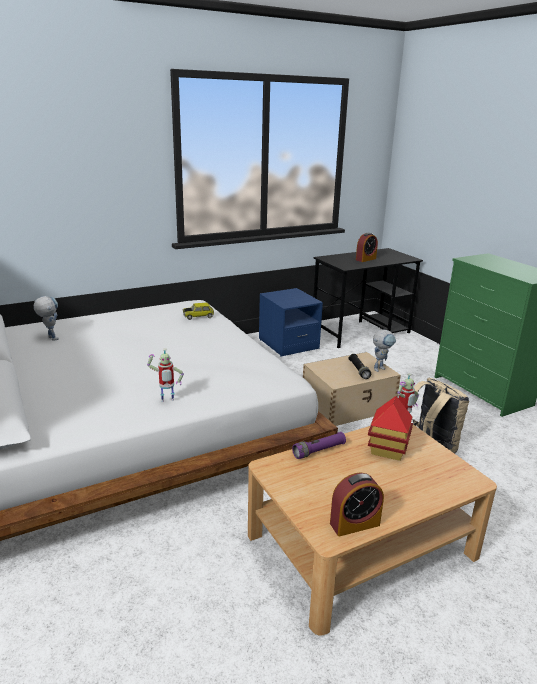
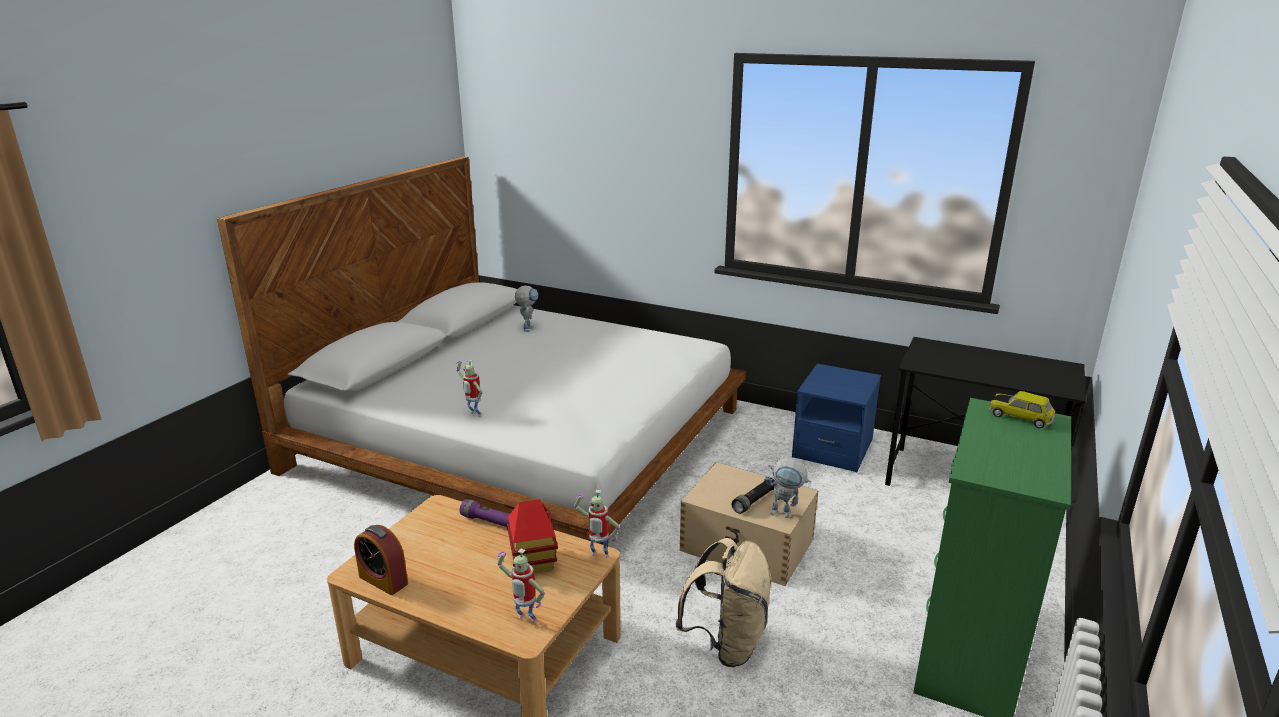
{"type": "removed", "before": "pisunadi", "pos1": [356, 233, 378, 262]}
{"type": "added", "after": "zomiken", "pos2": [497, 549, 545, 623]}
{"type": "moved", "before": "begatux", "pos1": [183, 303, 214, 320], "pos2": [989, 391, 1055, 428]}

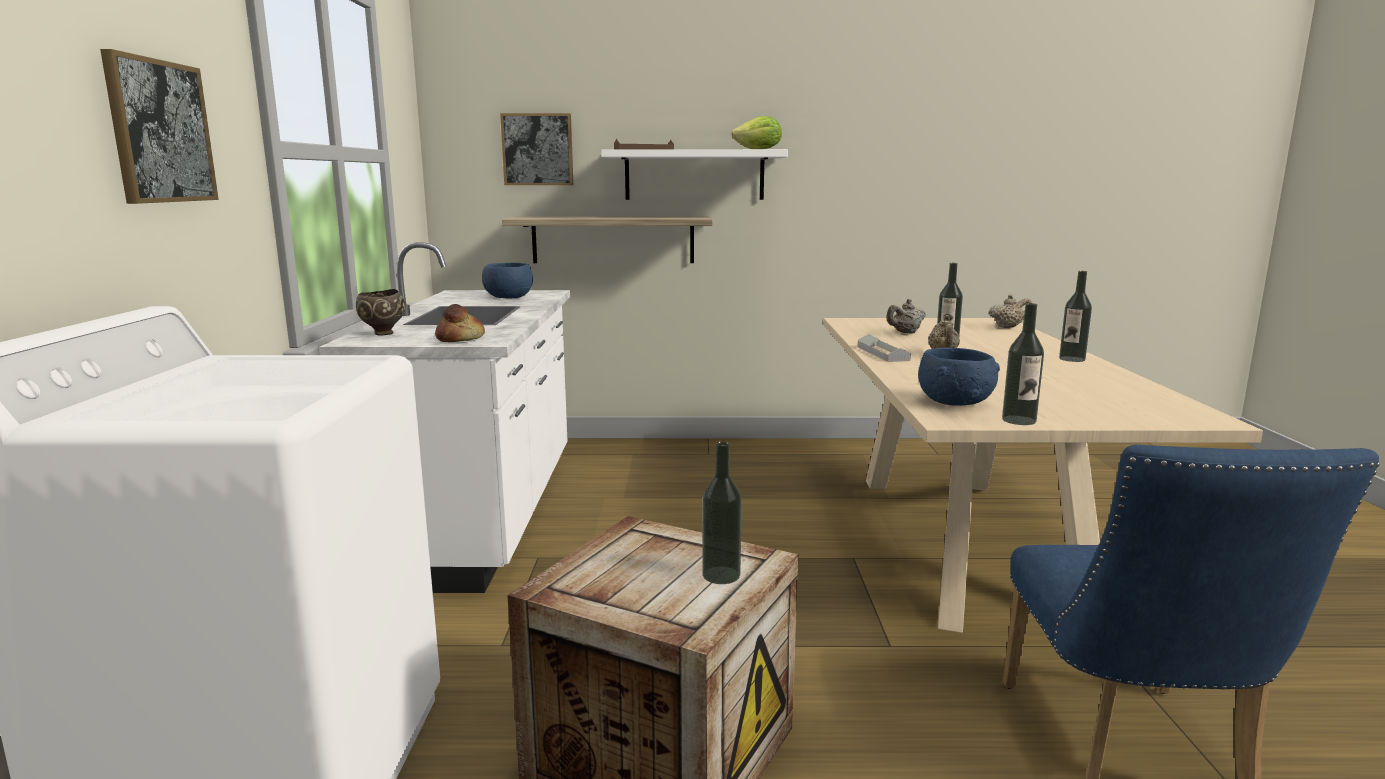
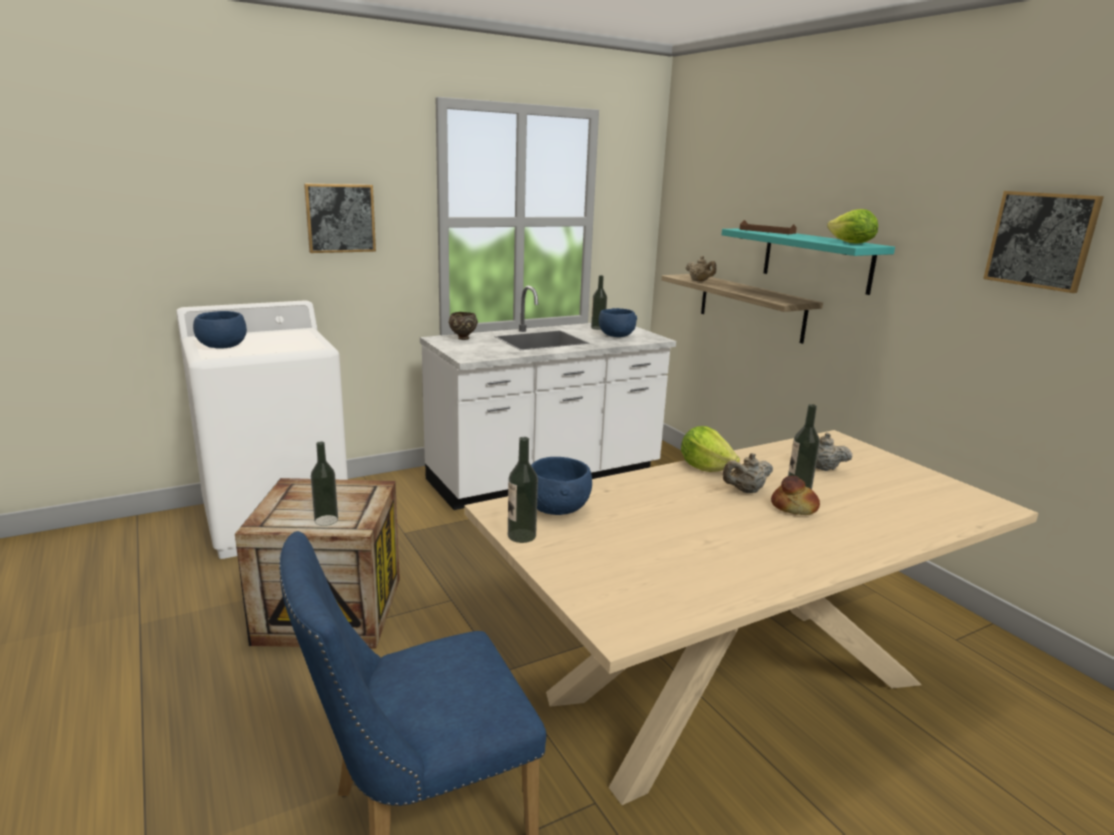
{"type": "added", "after": "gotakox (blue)", "pos2": [193, 311, 247, 349]}
{"type": "moved", "before": "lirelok", "pos1": [435, 304, 485, 342], "pos2": [771, 476, 820, 515]}
{"type": "moved", "before": "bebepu", "pos1": [500, 113, 573, 185], "pos2": [983, 191, 1104, 293]}
{"type": "moved", "before": "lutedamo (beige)", "pos1": [989, 294, 1032, 328], "pos2": [686, 256, 717, 281]}
{"type": "moved", "before": "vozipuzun", "pos1": [1059, 271, 1092, 362], "pos2": [591, 275, 607, 330]}
{"type": "replaced", "before": "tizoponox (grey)", "after": "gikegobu", "pos1": [858, 334, 911, 362], "pos2": [681, 426, 740, 472]}
{"type": "recoloured", "before": "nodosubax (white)", "after": "nodosubax (turquoise)", "pos1": [601, 149, 788, 200], "pos2": [722, 229, 895, 295]}

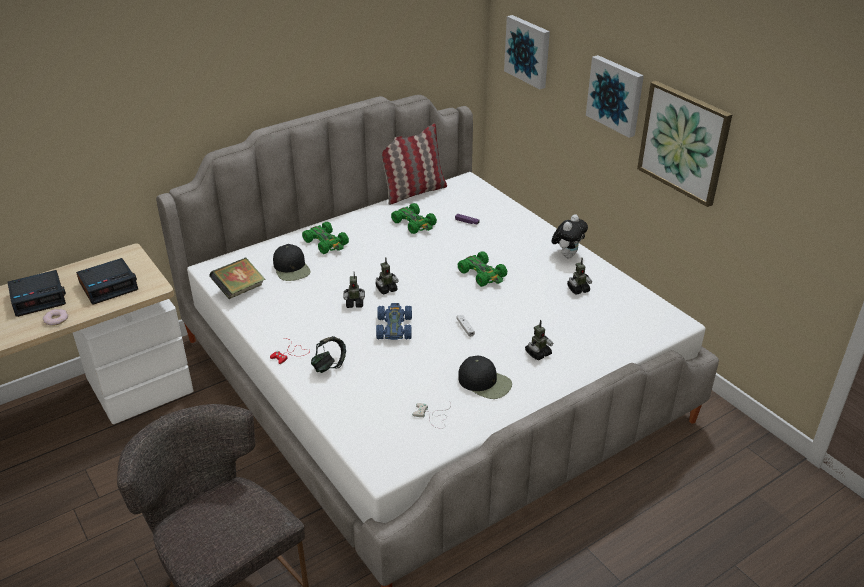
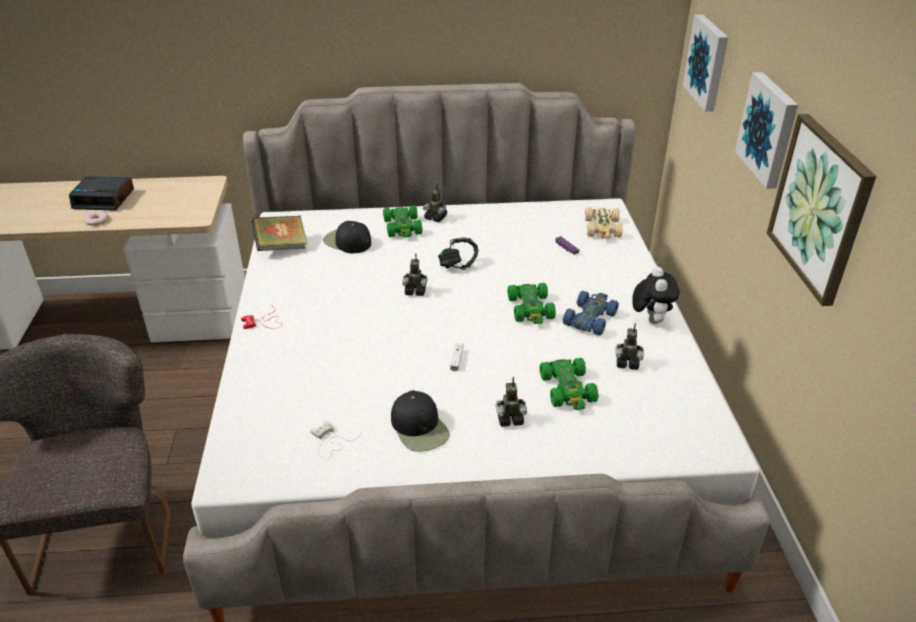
{"type": "removed", "before": "pisunadi", "pos1": [76, 258, 138, 304]}
{"type": "removed", "before": "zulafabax", "pos1": [382, 123, 447, 205]}
{"type": "added", "after": "begatux (beige)", "pos2": [585, 207, 623, 239]}
{"type": "moved", "before": "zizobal", "pos1": [311, 336, 346, 373], "pos2": [438, 238, 478, 270]}
{"type": "moved", "before": "zomiken", "pos1": [343, 273, 365, 308], "pos2": [423, 184, 447, 222]}
{"type": "moved", "before": "begatux (blue)", "pos1": [376, 303, 412, 340], "pos2": [563, 291, 619, 336]}
{"type": "moved", "before": "begatux (green)", "pos1": [391, 203, 437, 234], "pos2": [539, 358, 599, 410]}
{"type": "turned", "before": "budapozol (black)", "pos1": [273, 244, 311, 281], "pos2": [323, 221, 371, 253], "turn": 120}
{"type": "turned", "before": "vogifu", "pos1": [551, 214, 588, 258], "pos2": [632, 267, 680, 324], "turn": -60}

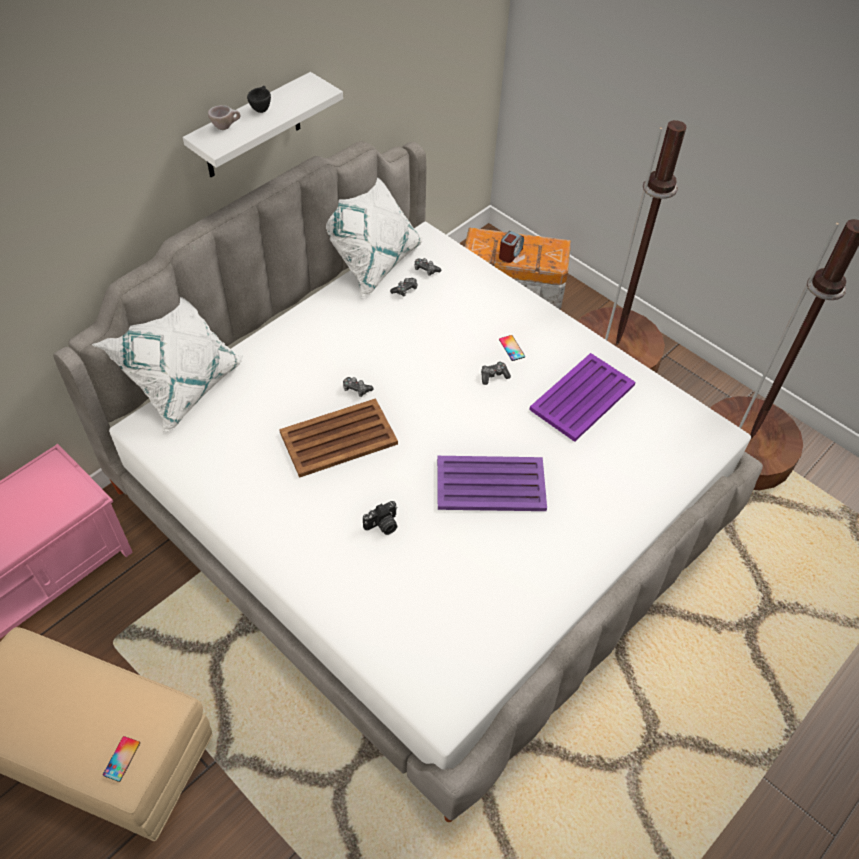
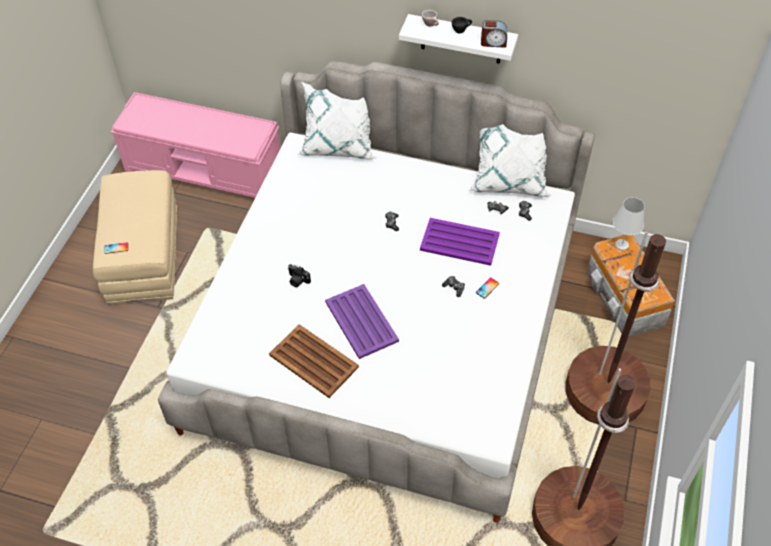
{"type": "added", "after": "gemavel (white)", "pos2": [613, 197, 645, 250]}
{"type": "moved", "before": "tizoponox (brown)", "pos1": [279, 398, 398, 478], "pos2": [269, 324, 359, 398]}
{"type": "moved", "before": "pisunadi", "pos1": [499, 231, 524, 263], "pos2": [481, 20, 507, 48]}
{"type": "moved", "before": "tizoponox (purple)", "pos1": [529, 353, 636, 442], "pos2": [420, 218, 500, 266]}

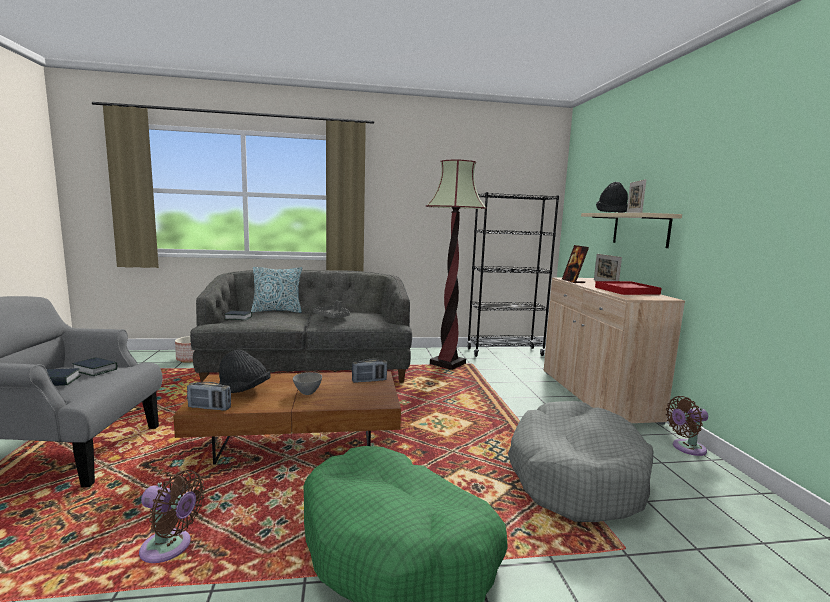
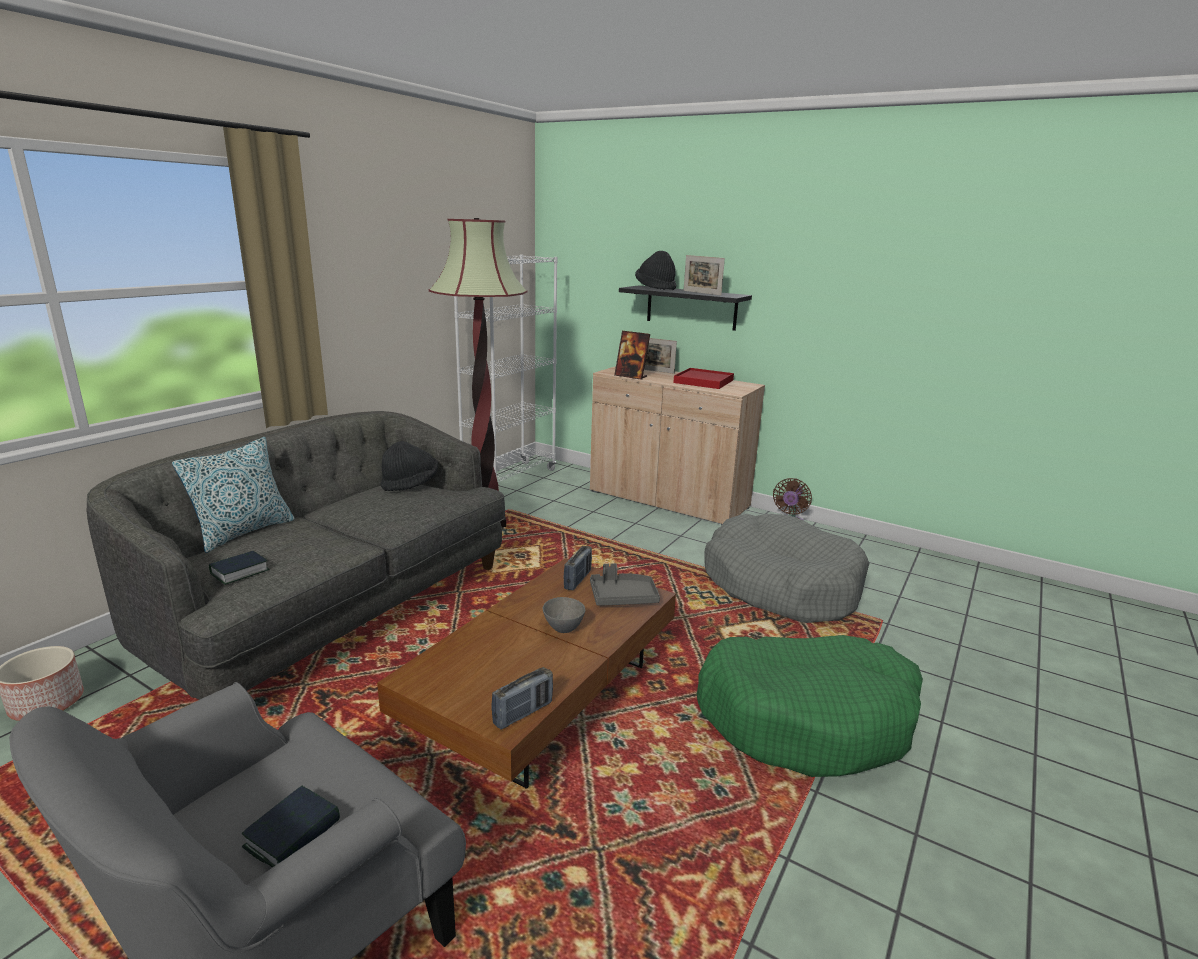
{"type": "removed", "before": "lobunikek", "pos1": [72, 357, 118, 376]}
{"type": "removed", "before": "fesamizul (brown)", "pos1": [139, 470, 205, 563]}
{"type": "moved", "before": "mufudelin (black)", "pos1": [219, 350, 271, 393], "pos2": [381, 441, 438, 491]}
{"type": "moved", "before": "tizoponox (grey)", "pos1": [313, 301, 350, 318], "pos2": [590, 563, 660, 606]}
{"type": "recoloured", "before": "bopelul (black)", "after": "bopelul (white)", "pos1": [467, 192, 559, 357], "pos2": [454, 254, 557, 482]}
{"type": "recoloured", "before": "nodosubax (beige)", "after": "nodosubax (black)", "pos1": [581, 213, 682, 248], "pos2": [619, 285, 752, 331]}

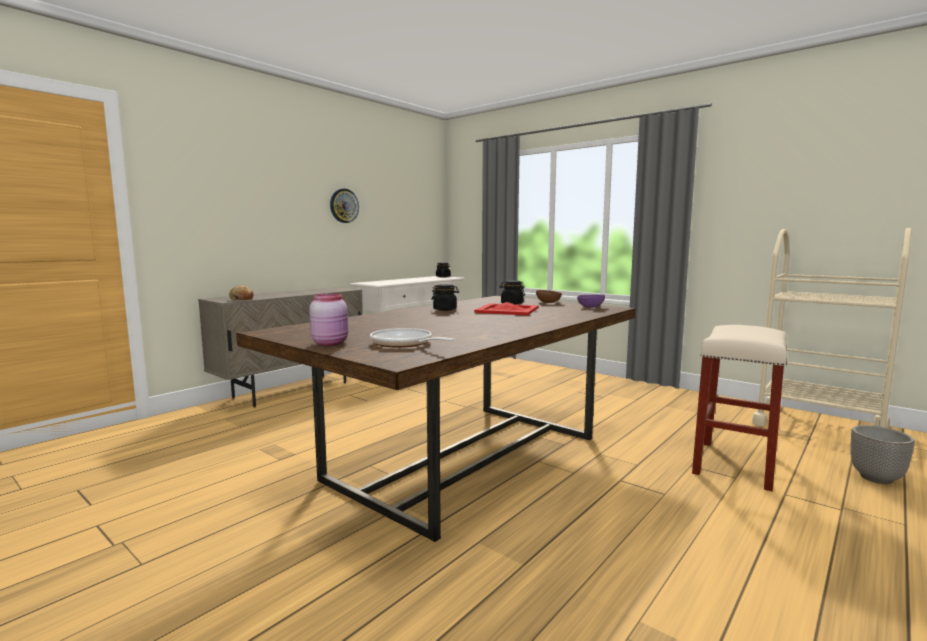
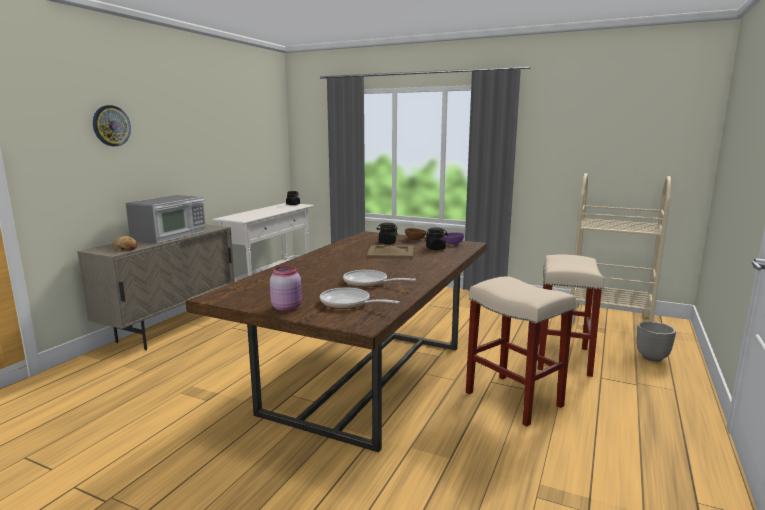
{"type": "added", "after": "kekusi", "pos2": [125, 195, 206, 244]}
{"type": "added", "after": "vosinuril", "pos2": [343, 270, 416, 287]}
{"type": "added", "after": "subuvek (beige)", "pos2": [466, 277, 576, 426]}
{"type": "moved", "before": "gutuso", "pos1": [330, 189, 359, 223], "pos2": [93, 105, 131, 146]}
{"type": "moved", "before": "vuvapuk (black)", "pos1": [431, 284, 459, 311], "pos2": [425, 228, 448, 250]}
{"type": "recoloured", "before": "tizoponox (red)", "after": "tizoponox (beige)", "pos1": [474, 302, 539, 315], "pos2": [367, 245, 413, 258]}

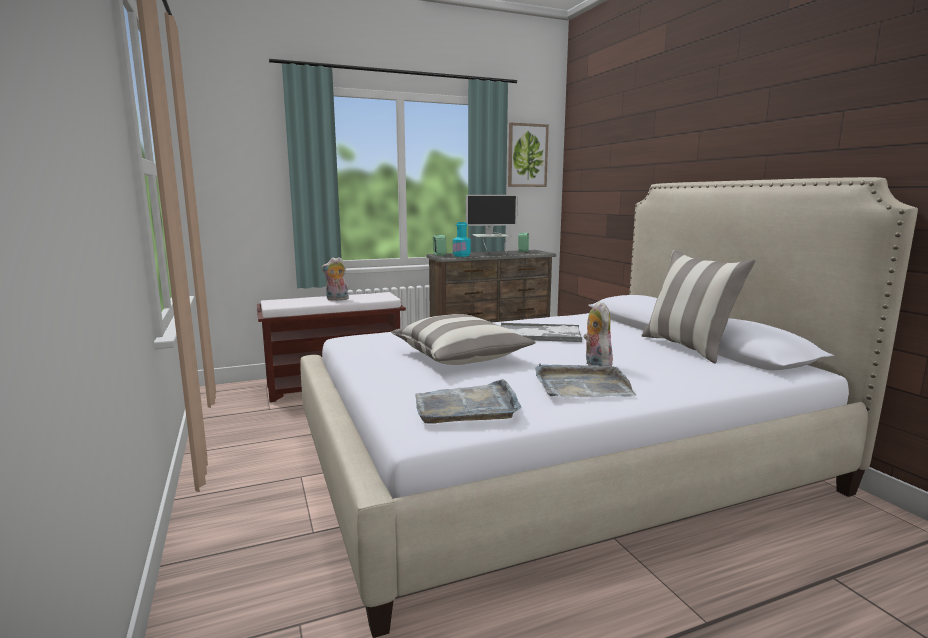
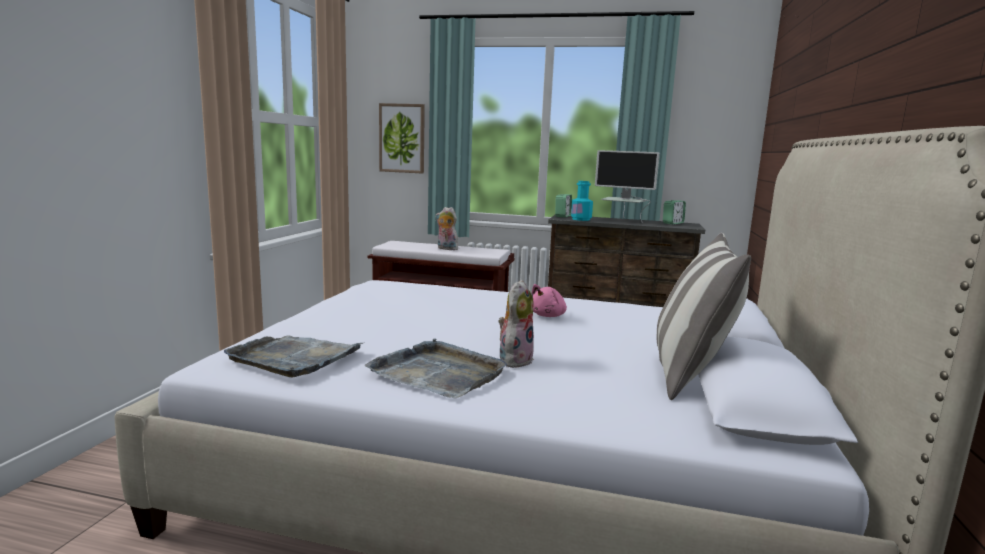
{"type": "removed", "before": "zulafabax", "pos1": [391, 314, 536, 365]}
{"type": "moved", "before": "bebepu", "pos1": [508, 122, 549, 187], "pos2": [379, 103, 425, 174]}
{"type": "replaced", "before": "tizoponox", "after": "vogifu (pink)", "pos1": [501, 323, 582, 342], "pos2": [532, 284, 567, 317]}

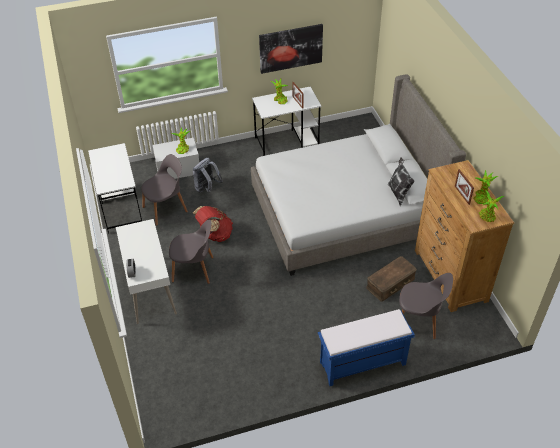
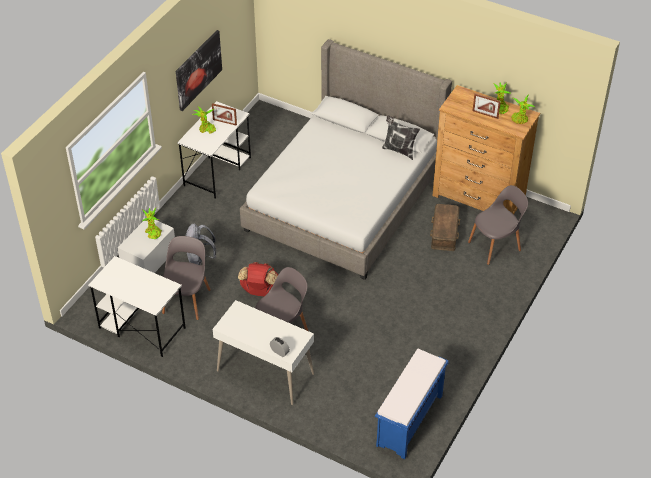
{"type": "moved", "before": "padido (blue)", "pos1": [318, 309, 415, 386], "pos2": [375, 349, 449, 459]}

